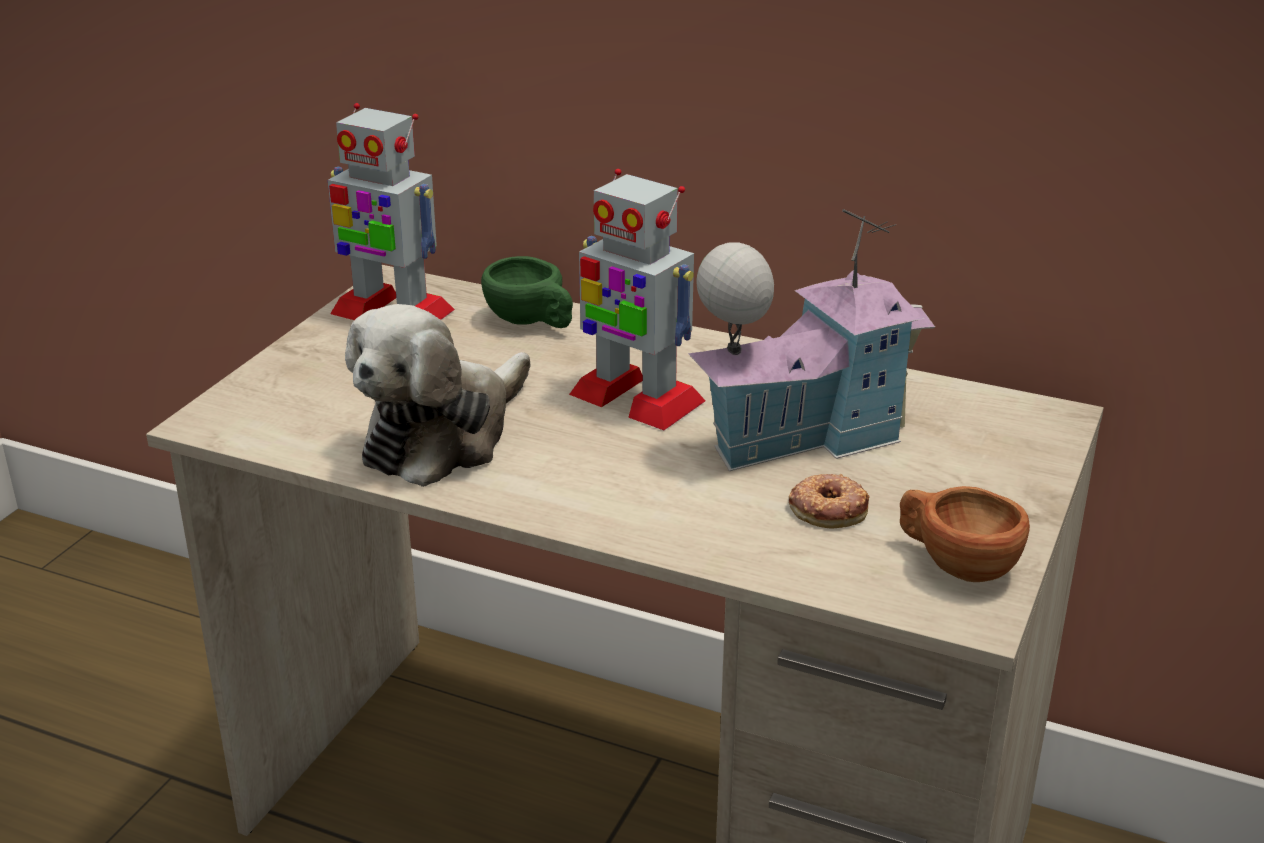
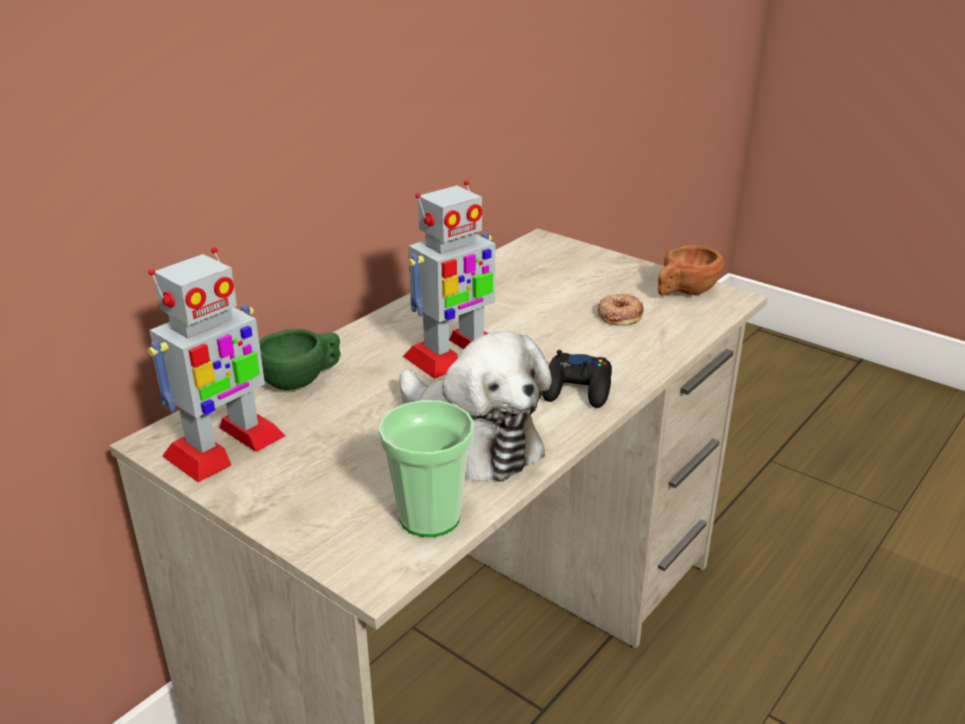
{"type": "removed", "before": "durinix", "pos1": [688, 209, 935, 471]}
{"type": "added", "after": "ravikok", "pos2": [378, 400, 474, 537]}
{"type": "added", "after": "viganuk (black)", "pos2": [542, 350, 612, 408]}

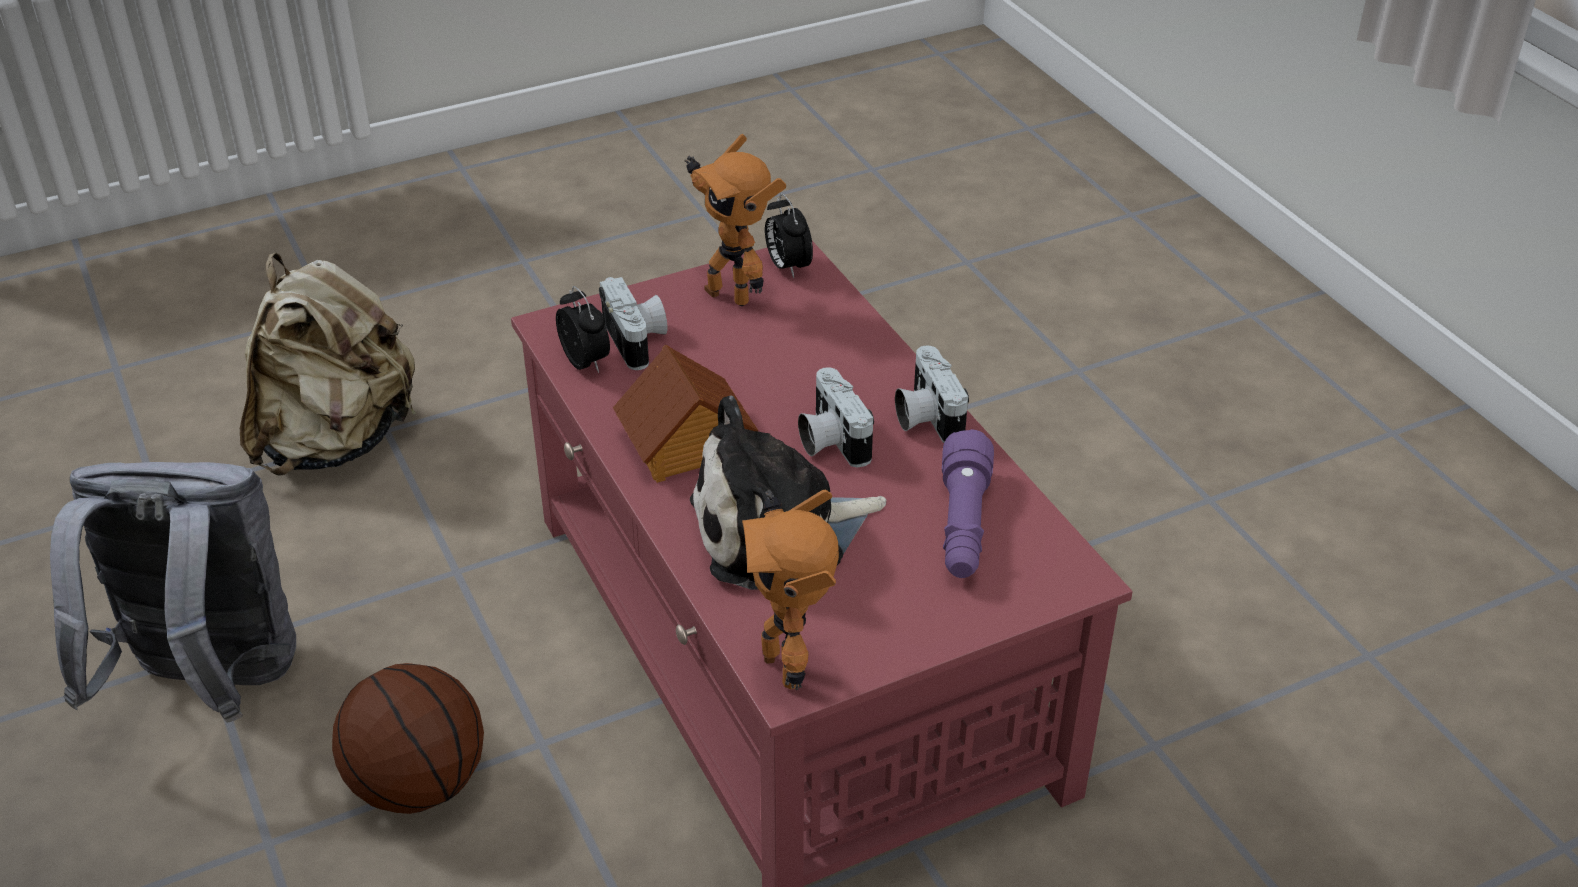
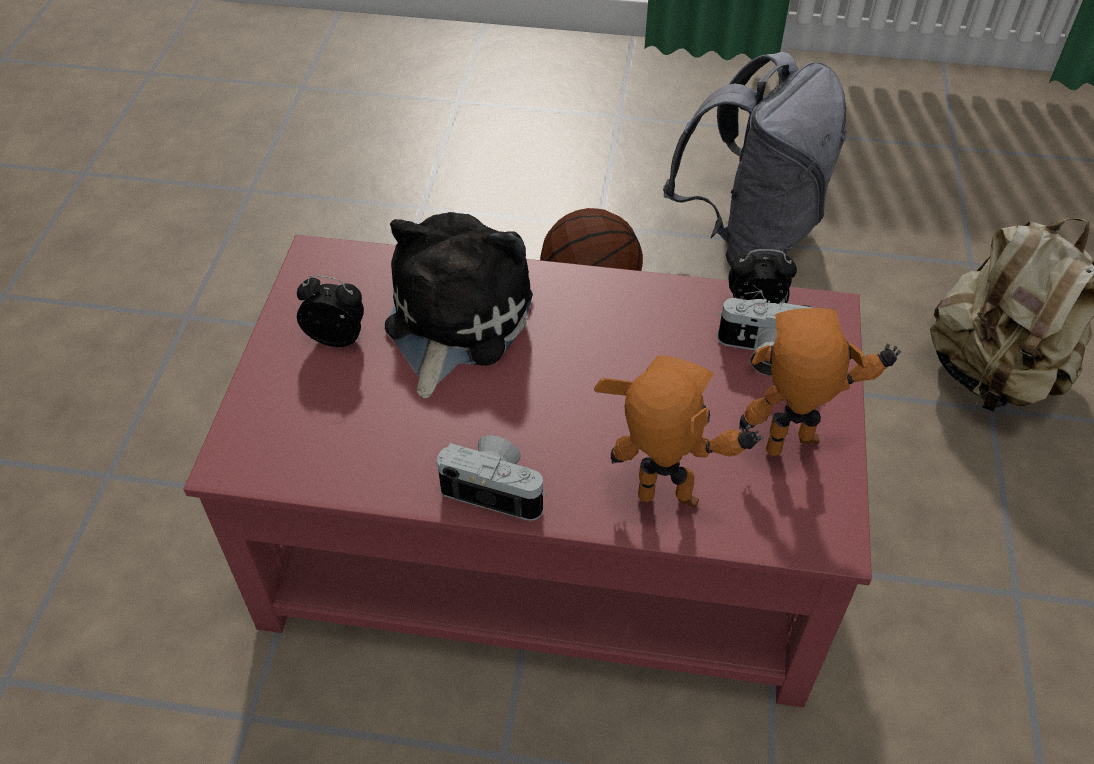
{"type": "removed", "before": "durinix", "pos1": [613, 344, 758, 483]}
{"type": "removed", "before": "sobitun", "pos1": [798, 367, 874, 467]}
{"type": "removed", "before": "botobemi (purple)", "pos1": [942, 429, 994, 578]}
{"type": "moved", "before": "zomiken", "pos1": [742, 489, 839, 690], "pos2": [594, 355, 764, 508]}
{"type": "moved", "before": "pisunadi", "pos1": [765, 193, 813, 278], "pos2": [297, 275, 364, 347]}

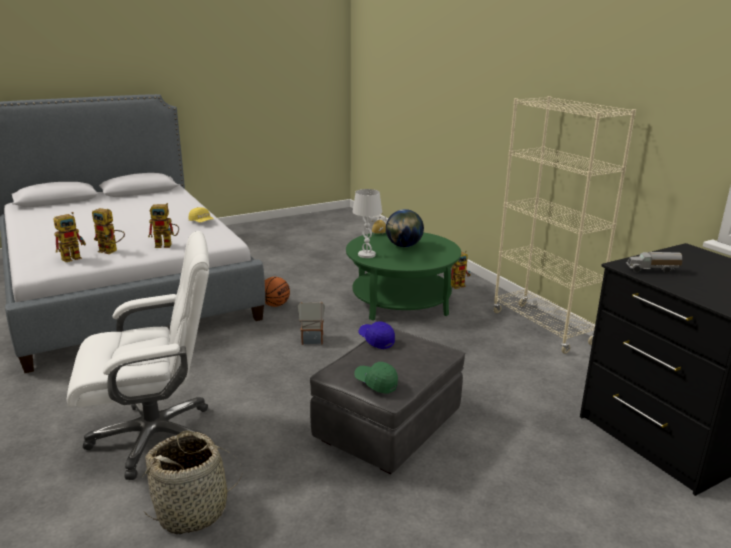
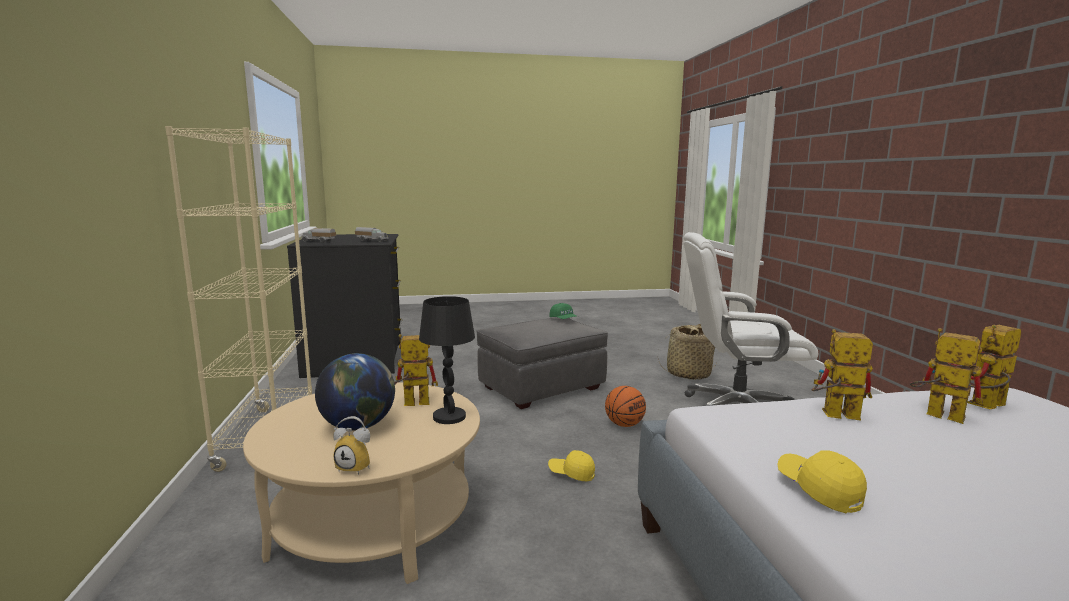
{"type": "removed", "before": "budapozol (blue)", "pos1": [359, 321, 395, 349]}
{"type": "added", "after": "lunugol", "pos2": [301, 228, 336, 243]}
{"type": "moved", "before": "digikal", "pos1": [265, 277, 290, 307], "pos2": [605, 386, 646, 427]}
{"type": "moved", "before": "zomiken", "pos1": [451, 250, 471, 289], "pos2": [394, 334, 438, 406]}
{"type": "replaced", "before": "durinix", "after": "budapozol (yellow)", "pos1": [298, 302, 325, 345], "pos2": [548, 450, 595, 481]}
{"type": "recoloured", "before": "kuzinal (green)", "after": "kuzinal (beige)", "pos1": [346, 232, 461, 321], "pos2": [243, 382, 480, 584]}
{"type": "recoloured", "before": "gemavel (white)", "after": "gemavel (black)", "pos1": [353, 189, 382, 258], "pos2": [419, 296, 475, 424]}

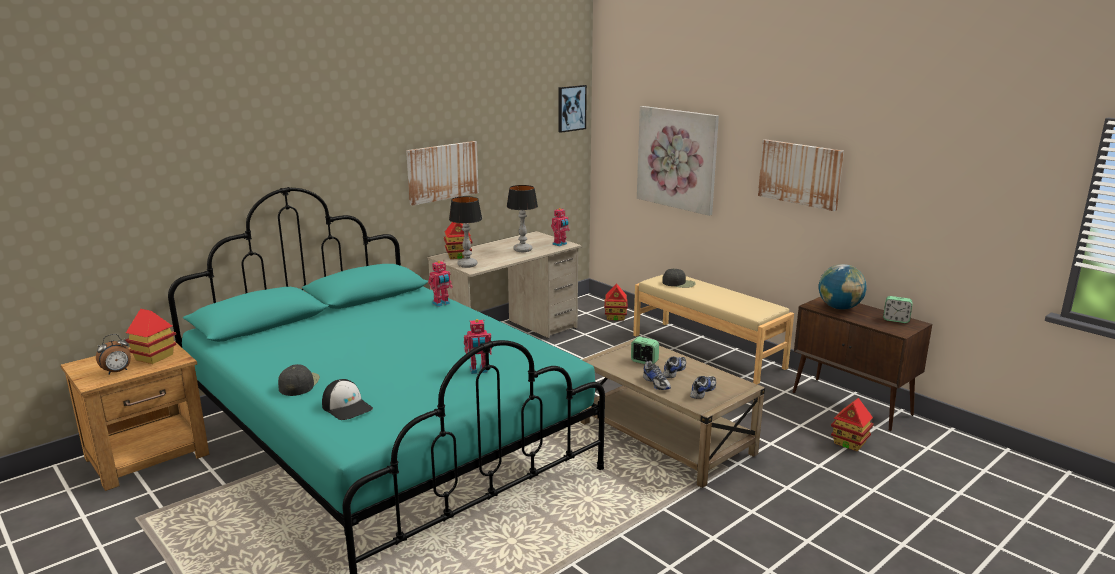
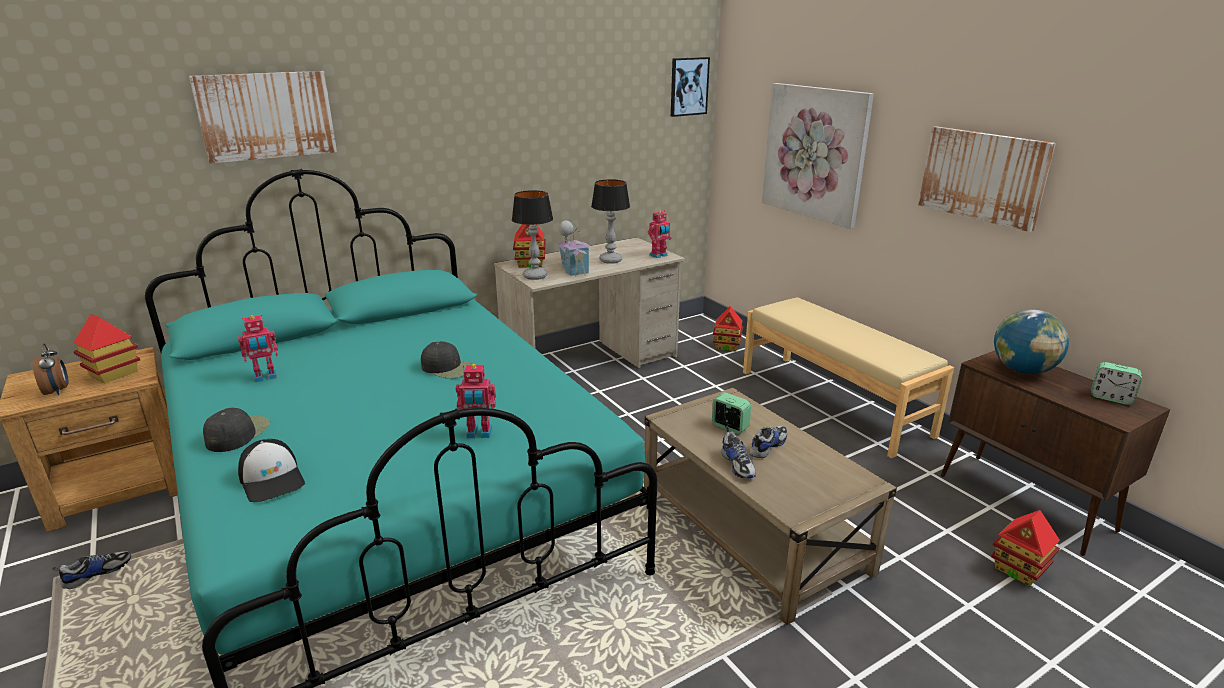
{"type": "added", "after": "durinix", "pos2": [557, 221, 590, 276]}
{"type": "moved", "before": "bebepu", "pos1": [406, 141, 479, 206], "pos2": [189, 71, 337, 164]}
{"type": "moved", "before": "zomiken", "pos1": [428, 261, 453, 307], "pos2": [238, 315, 278, 382]}
{"type": "moved", "before": "budapozol (black)", "pos1": [662, 269, 696, 288], "pos2": [421, 341, 473, 379]}
{"type": "moved", "before": "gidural", "pos1": [690, 376, 716, 399], "pos2": [52, 551, 131, 589]}
{"type": "turned", "before": "pisunadi", "pos1": [96, 334, 131, 374], "pos2": [33, 344, 69, 395], "turn": -90}

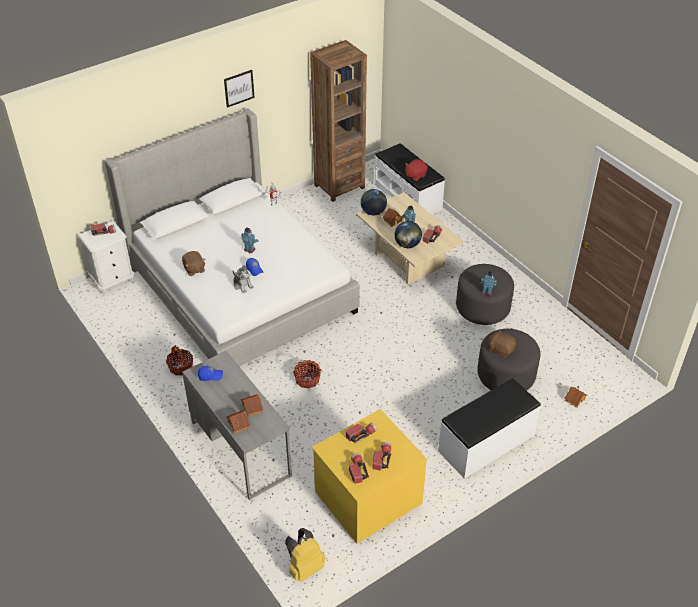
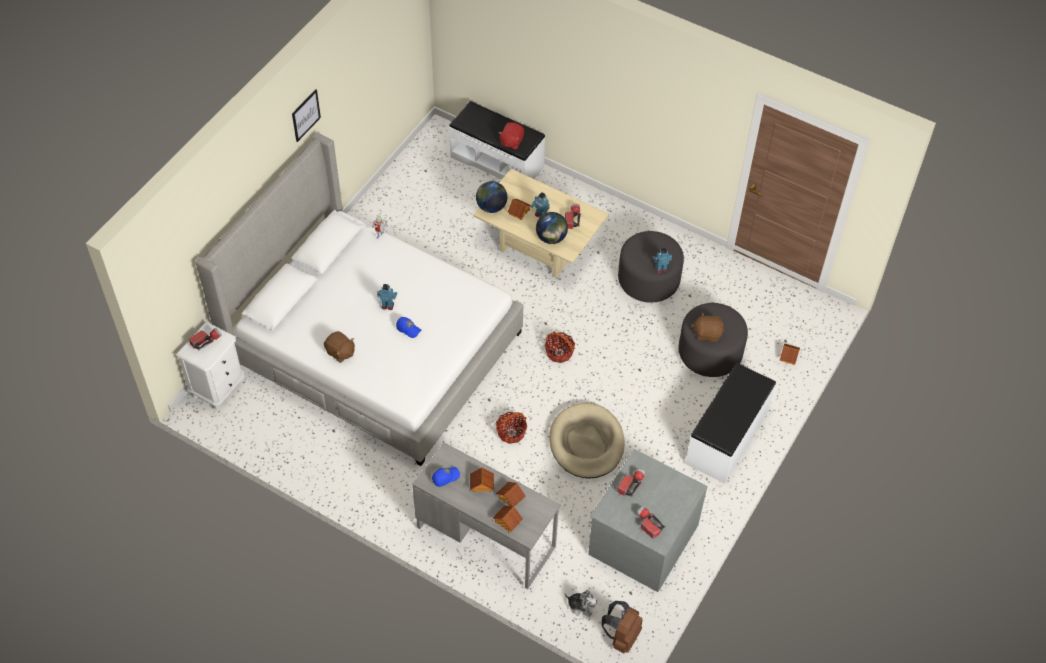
{"type": "removed", "before": "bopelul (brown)", "pos1": [310, 40, 367, 202]}
{"type": "removed", "before": "botobemi", "pos1": [372, 442, 391, 470]}
{"type": "added", "after": "durinix", "pos2": [470, 467, 494, 492]}
{"type": "added", "after": "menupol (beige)", "pos2": [549, 403, 625, 479]}
{"type": "moved", "before": "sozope", "pos1": [166, 345, 193, 375], "pos2": [545, 332, 575, 363]}
{"type": "moved", "before": "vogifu", "pos1": [233, 265, 254, 293], "pos2": [565, 590, 597, 617]}
{"type": "recoloured", "before": "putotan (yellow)", "after": "putotan (brown)", "pos1": [285, 528, 325, 582], "pos2": [602, 601, 643, 653]}
{"type": "recoloured", "before": "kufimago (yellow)", "after": "kufimago (grey)", "pos1": [312, 409, 427, 544], "pos2": [588, 449, 708, 592]}

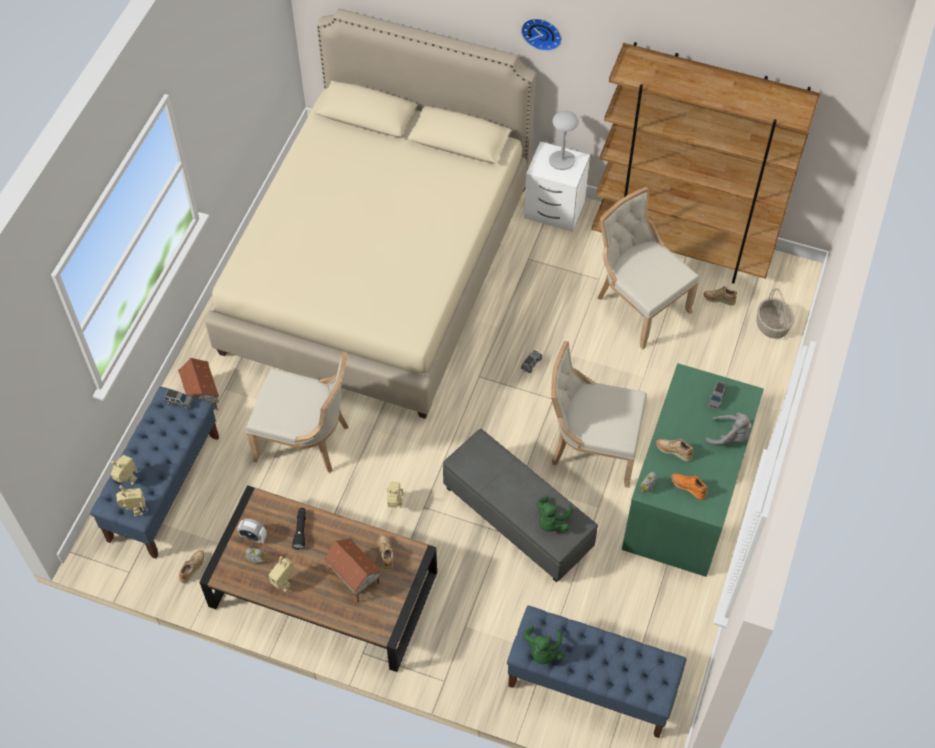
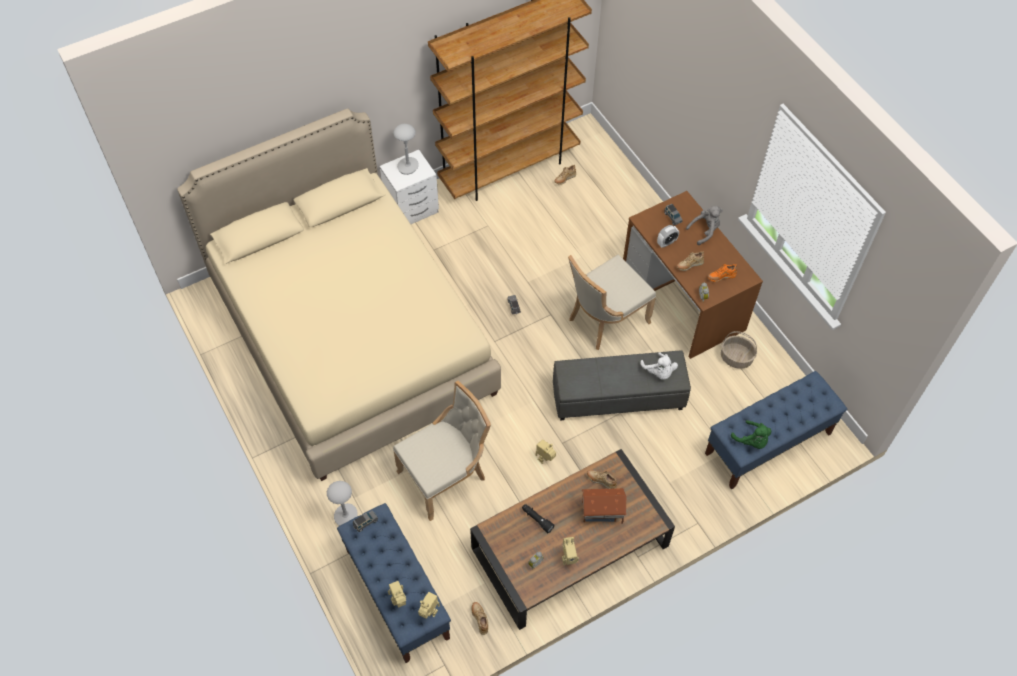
{"type": "removed", "before": "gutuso", "pos1": [521, 18, 562, 51]}
{"type": "removed", "before": "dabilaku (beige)", "pos1": [598, 187, 699, 350]}
{"type": "moved", "before": "pisunadi", "pos1": [237, 518, 267, 543], "pos2": [657, 225, 679, 248]}
{"type": "moved", "before": "sozope", "pos1": [756, 288, 794, 339], "pos2": [721, 331, 757, 369]}
{"type": "replaced", "before": "durinix", "after": "gemavel (grey)", "pos1": [178, 358, 219, 410], "pos2": [327, 481, 358, 526]}
{"type": "recoloured", "before": "vogifu (green)", "after": "vogifu (white)", "pos1": [536, 496, 573, 532], "pos2": [640, 352, 678, 380]}
{"type": "recoloured", "before": "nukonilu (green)", "after": "nukonilu (brown)", "pos1": [622, 363, 764, 577], "pos2": [623, 191, 763, 359]}

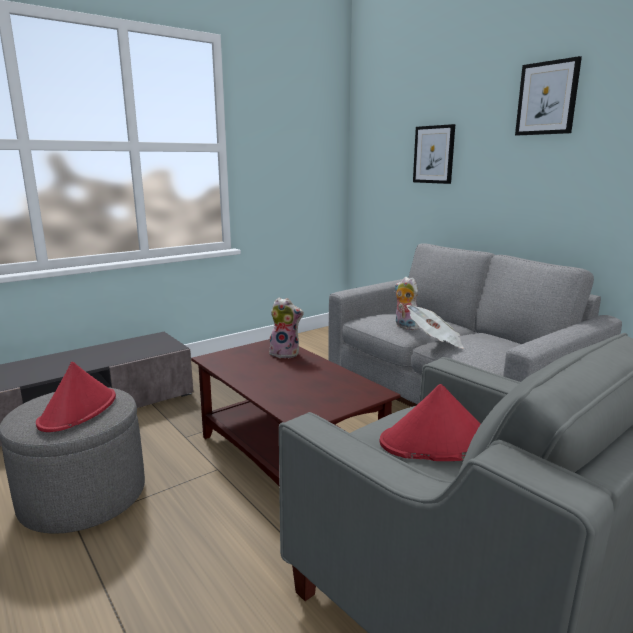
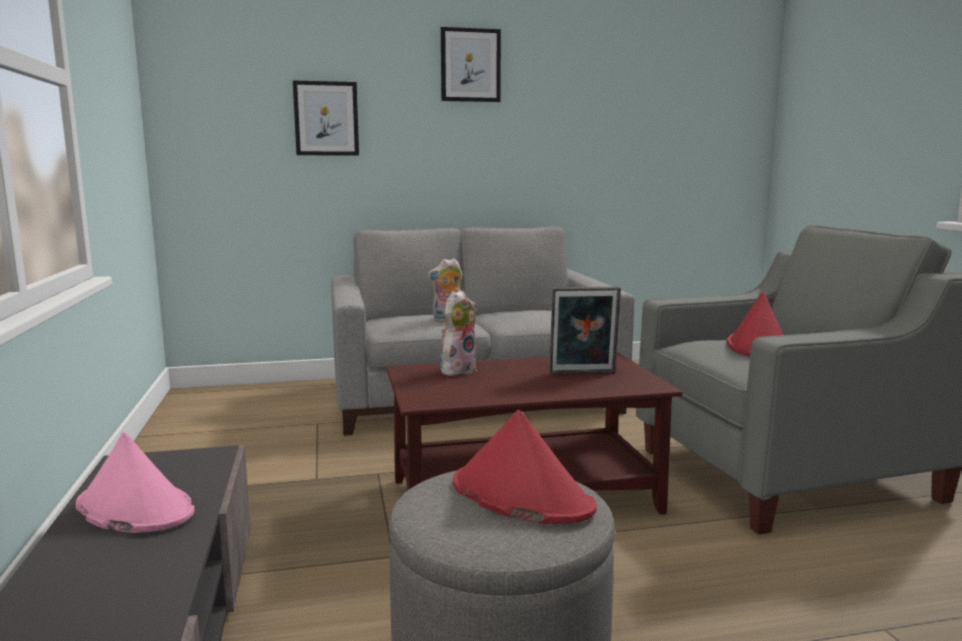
{"type": "removed", "before": "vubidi", "pos1": [407, 305, 464, 348]}
{"type": "added", "after": "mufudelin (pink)", "pos2": [76, 432, 194, 533]}
{"type": "added", "after": "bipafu", "pos2": [549, 287, 621, 374]}

